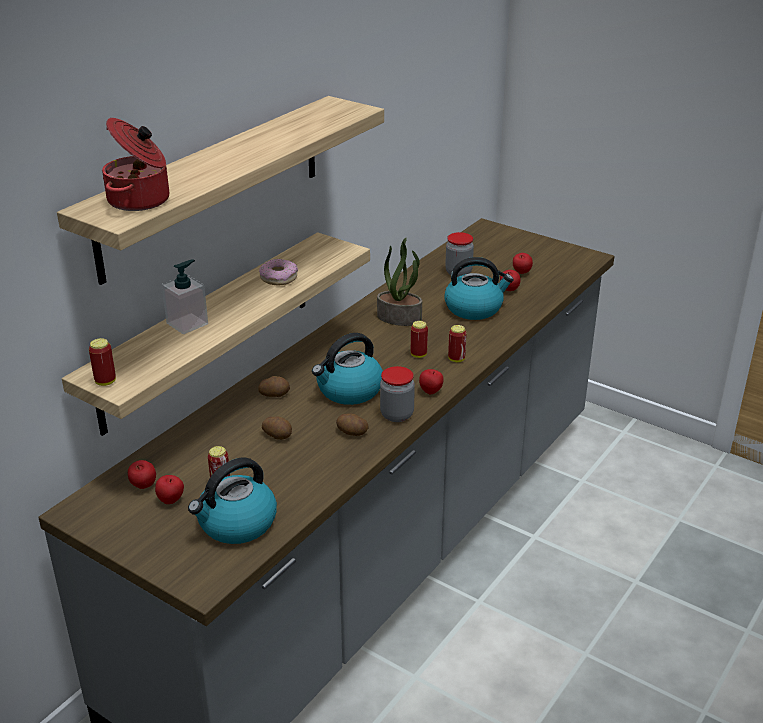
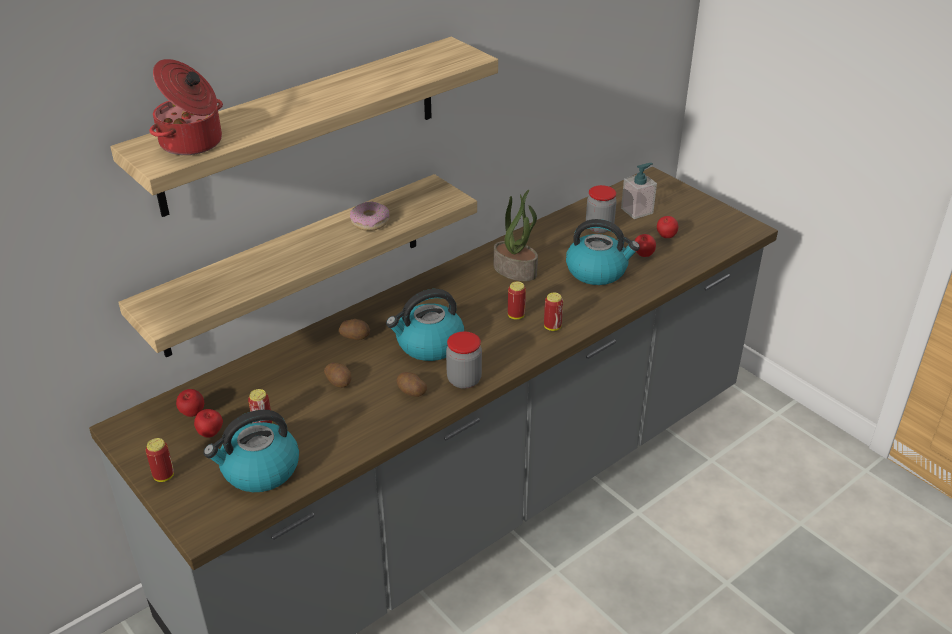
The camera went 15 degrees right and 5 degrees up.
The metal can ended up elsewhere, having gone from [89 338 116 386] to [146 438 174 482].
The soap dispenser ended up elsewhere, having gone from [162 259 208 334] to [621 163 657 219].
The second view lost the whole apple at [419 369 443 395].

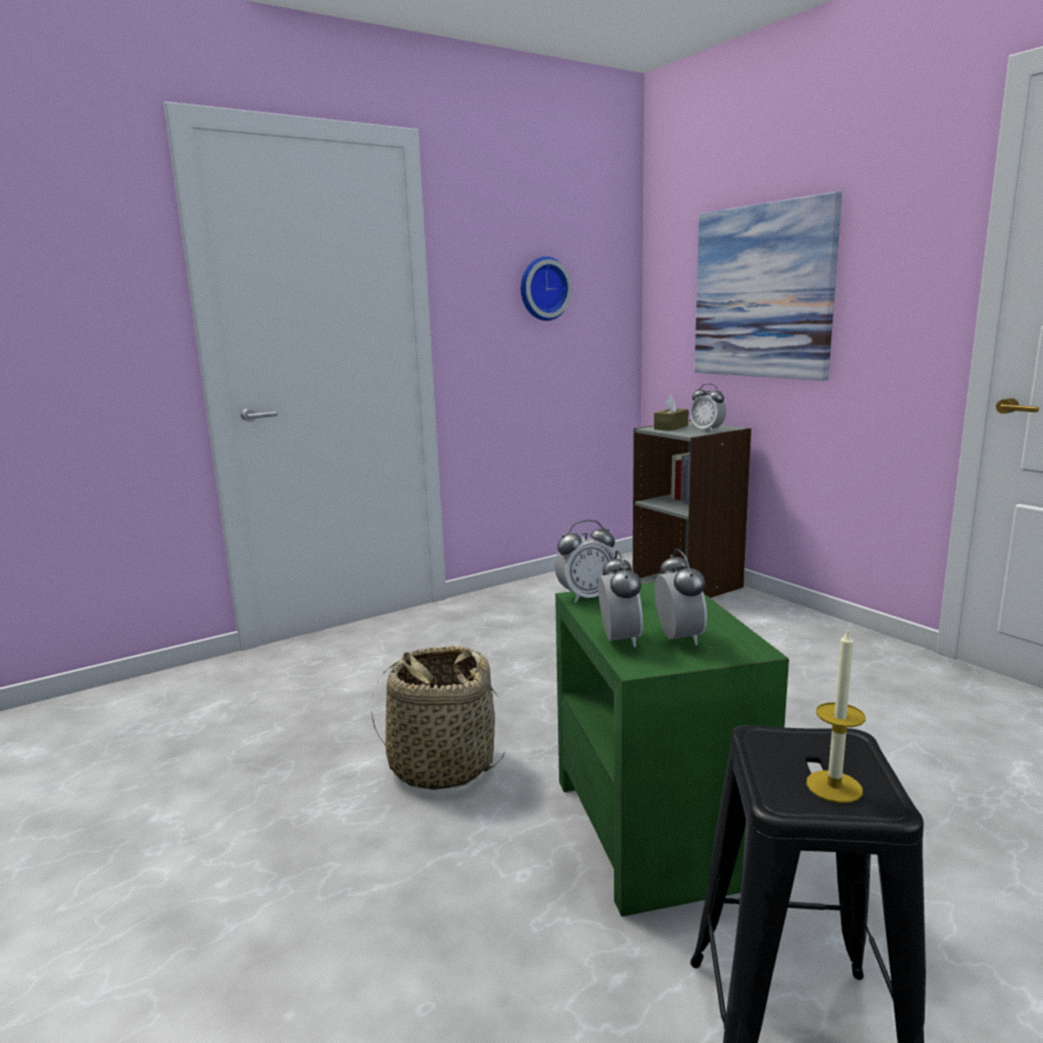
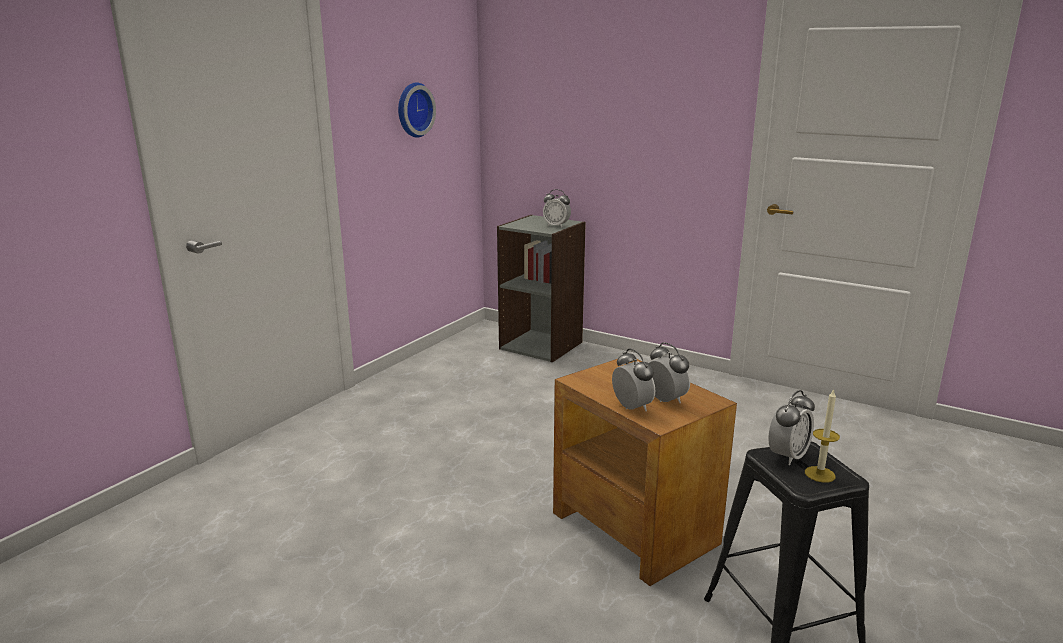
The camera went 25 degrees left and 5 degrees up.
The second view lost the basket at [371 646 505 790].
The table clock ended up elsewhere, having gone from [555 520 615 603] to [768 390 815 465].
What was the green-coloured side table at [555 583 789 917] turned into the brown side table at [553 359 737 586].
The second view lost the brown box of tissues at [654 395 689 431].
The second view lost the wall art at [694 191 842 381].

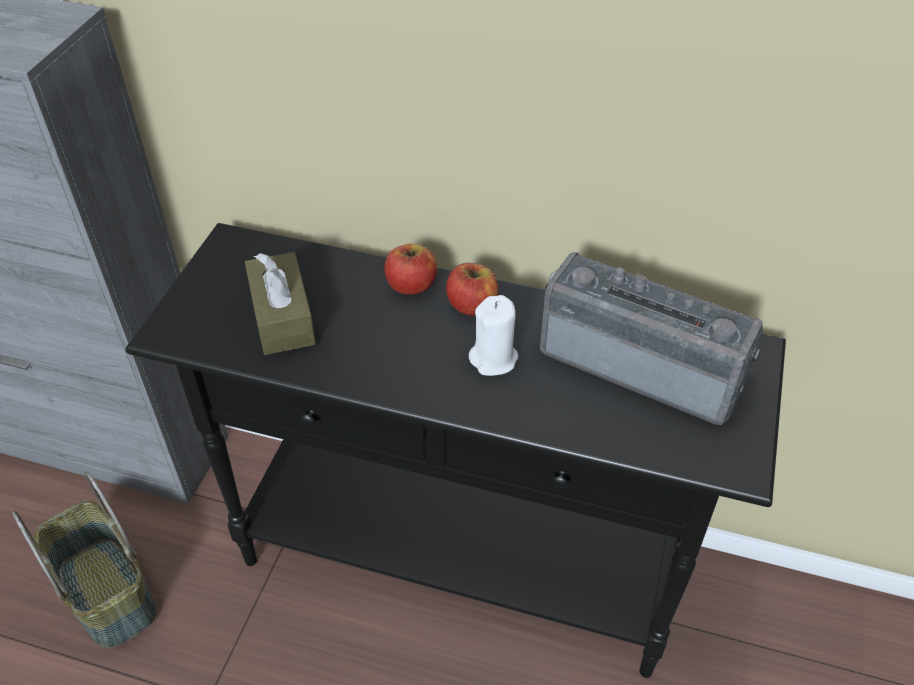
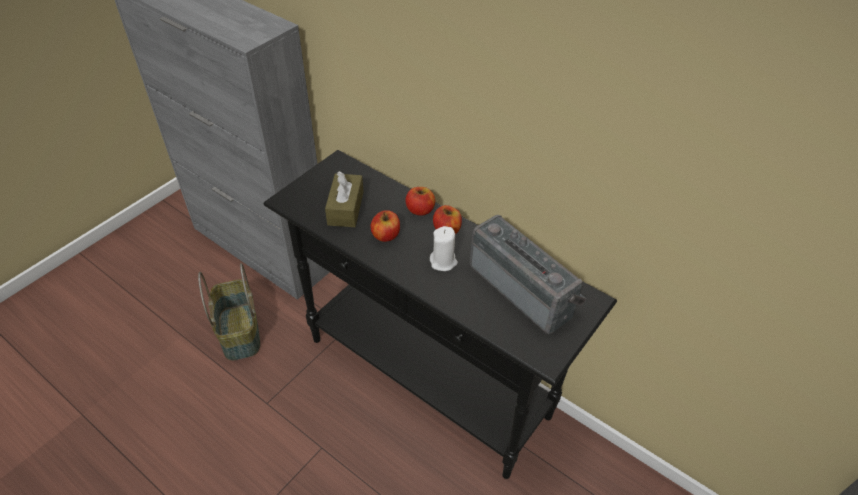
The camera went 20 degrees right and 0 degrees up.
The second view gained the whole apple at [371 210 400 242].

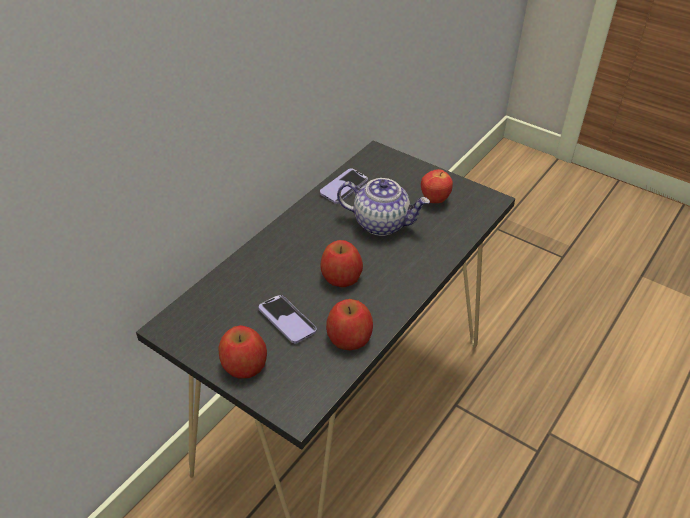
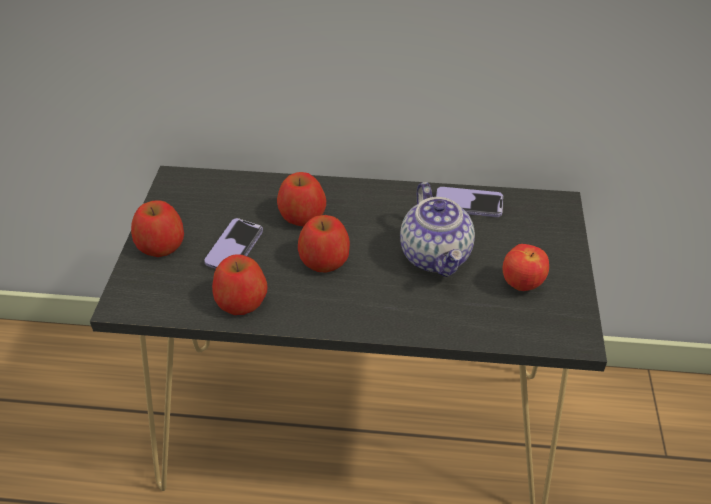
The camera went 60 degrees right and 0 degrees up.
The second view gained the whole apple at [277 172 326 226].

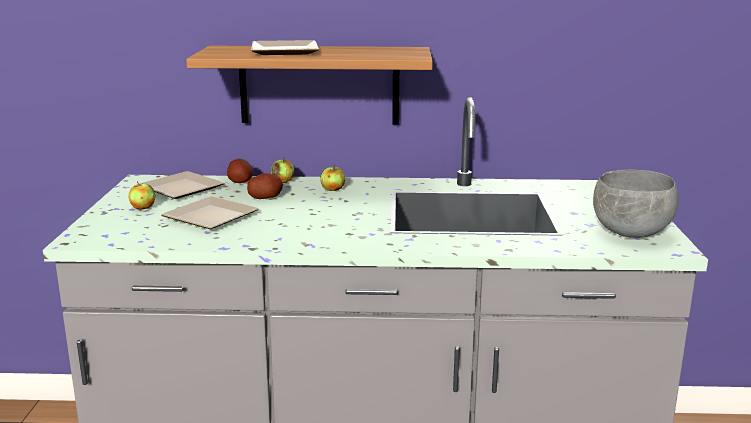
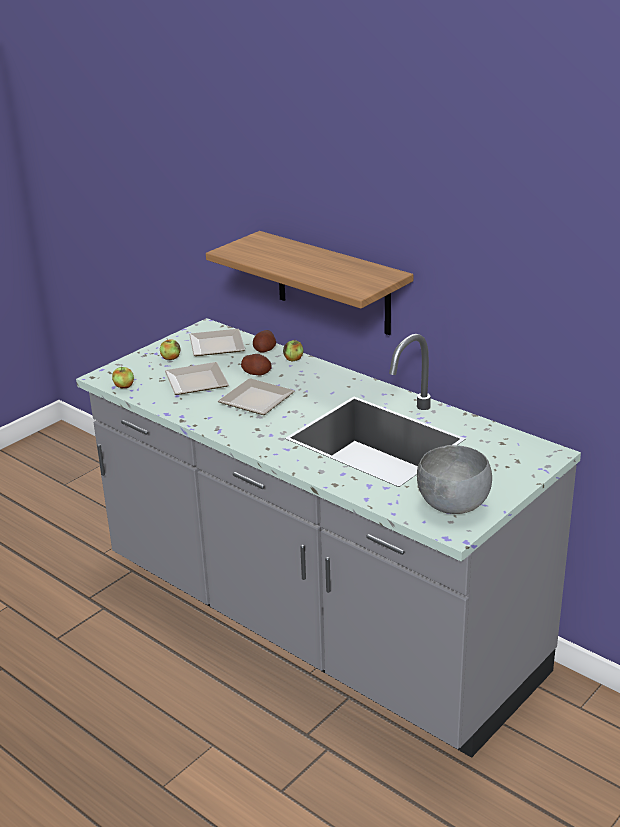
The camera went 40 degrees right and 10 degrees up.
The dinner plate ended up elsewhere, having gone from [251 40 319 55] to [218 378 295 415].
The whole apple ended up elsewhere, having gone from [320 164 345 191] to [112 367 134 389].

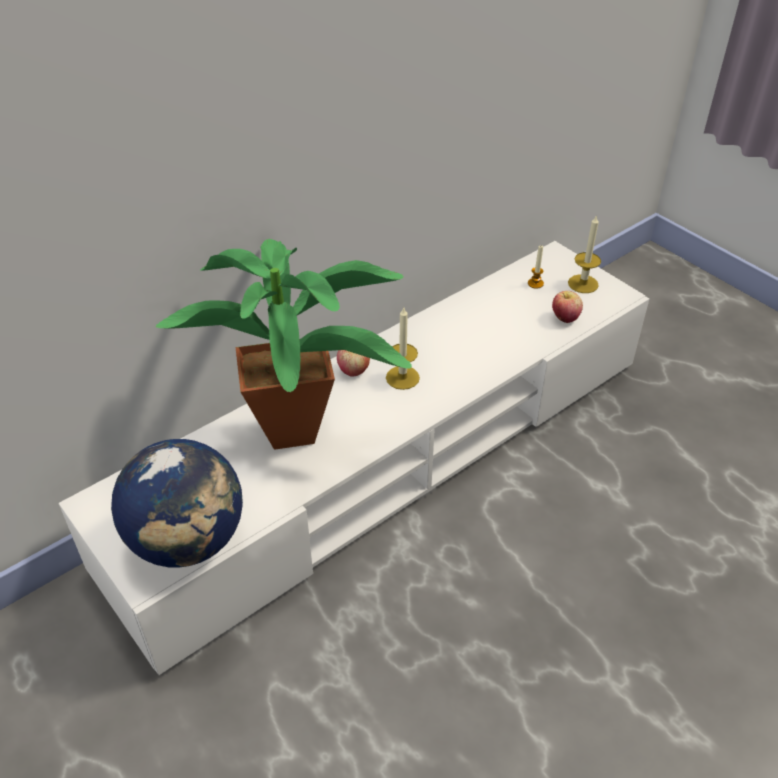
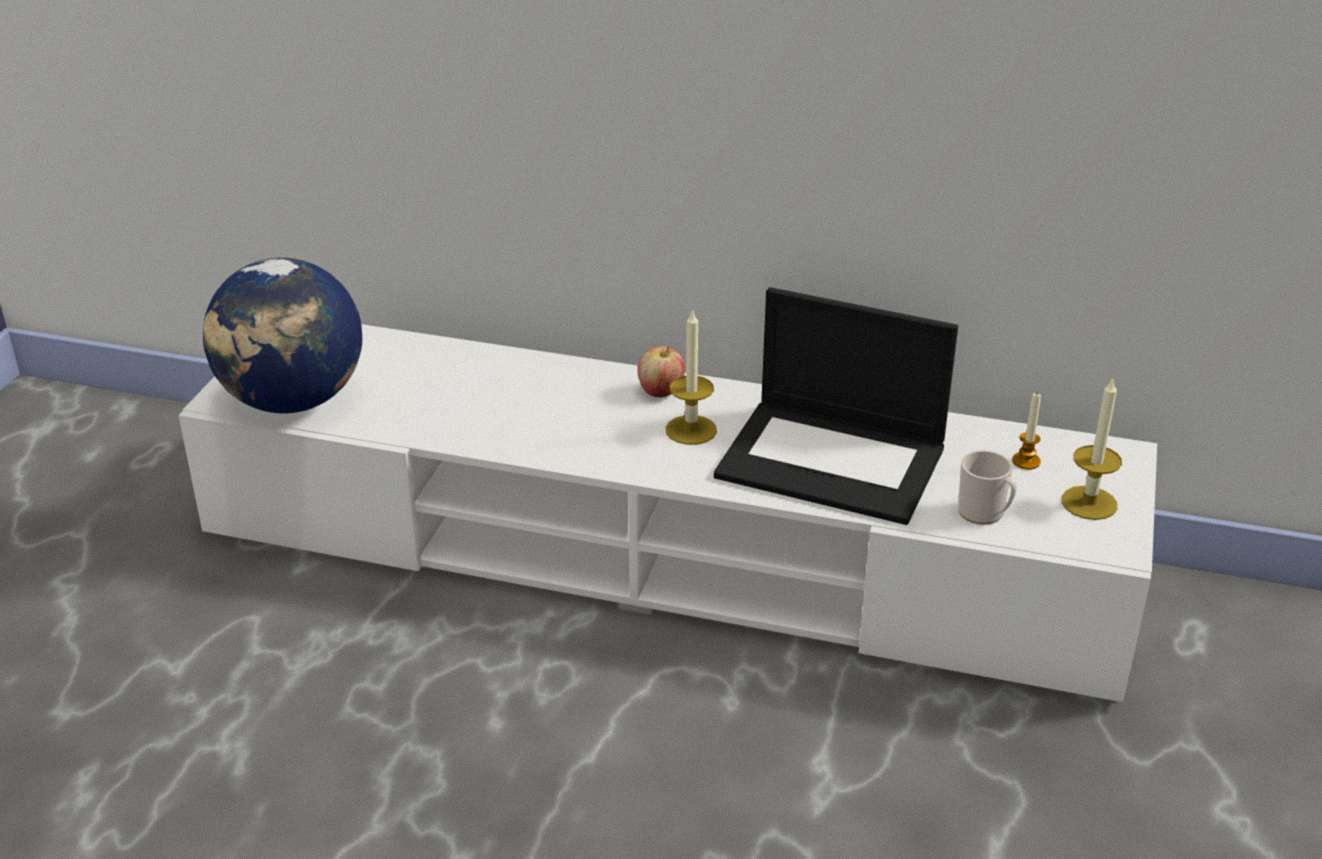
The camera went 55 degrees right and 10 degrees down.
The second view lost the potted plant at [155 239 412 450].
Where the whole apple stood at [552 291 583 323], the coffee mug came to stand at [958 450 1017 525].
The second view gained the laptop at [714 287 958 525].

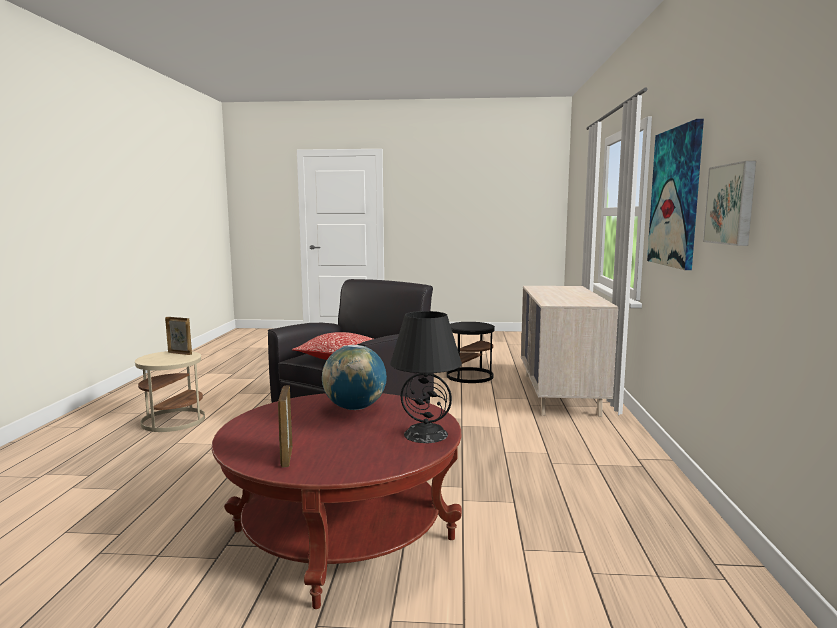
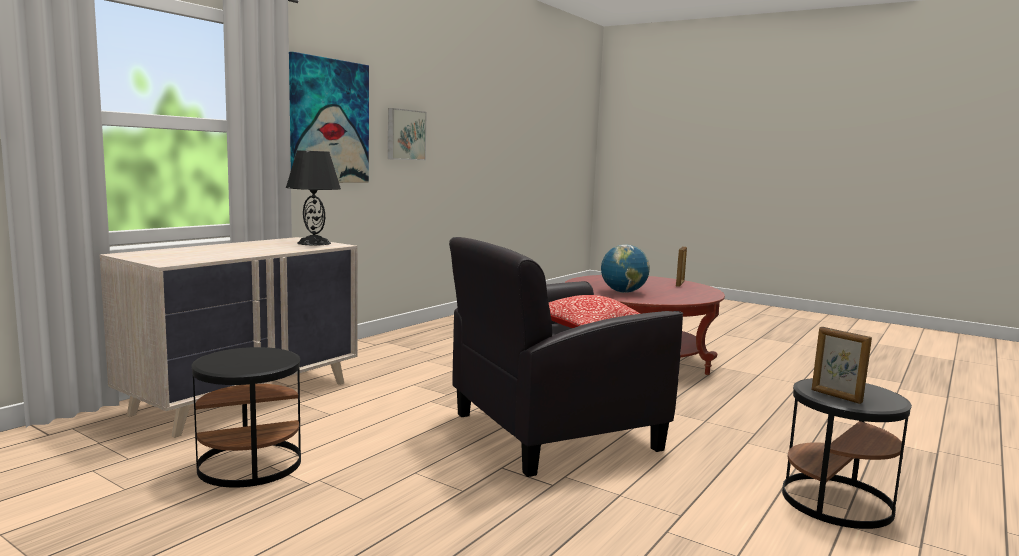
The camera went 150 degrees left and 0 degrees up.
What was the beige-coloured side table at [135 351 205 432] turned into the black side table at [782 378 912 529].
The black table lamp ended up elsewhere, having gone from [390 311 462 443] to [286 150 341 245].

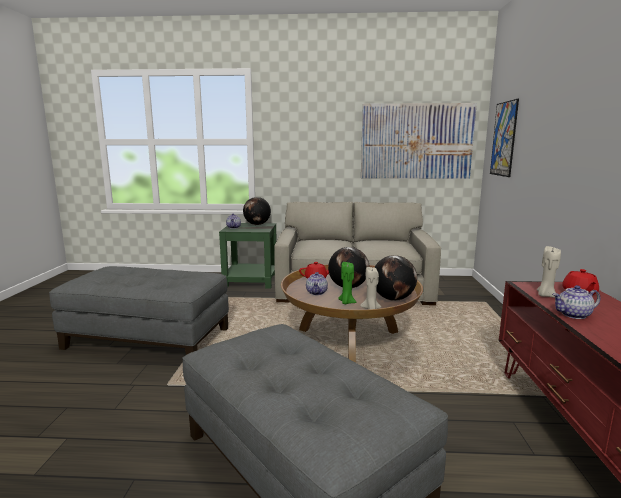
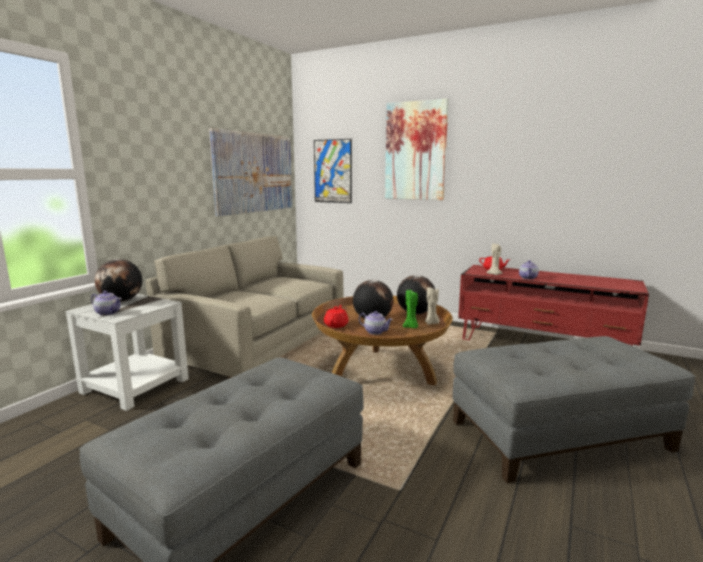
The camera went 65 degrees left and 0 degrees up.
What was the green-coloured side table at [219 223 277 289] turned into the white side table at [65 294 189 411].
The second view gained the wall art at [385 99 449 200].

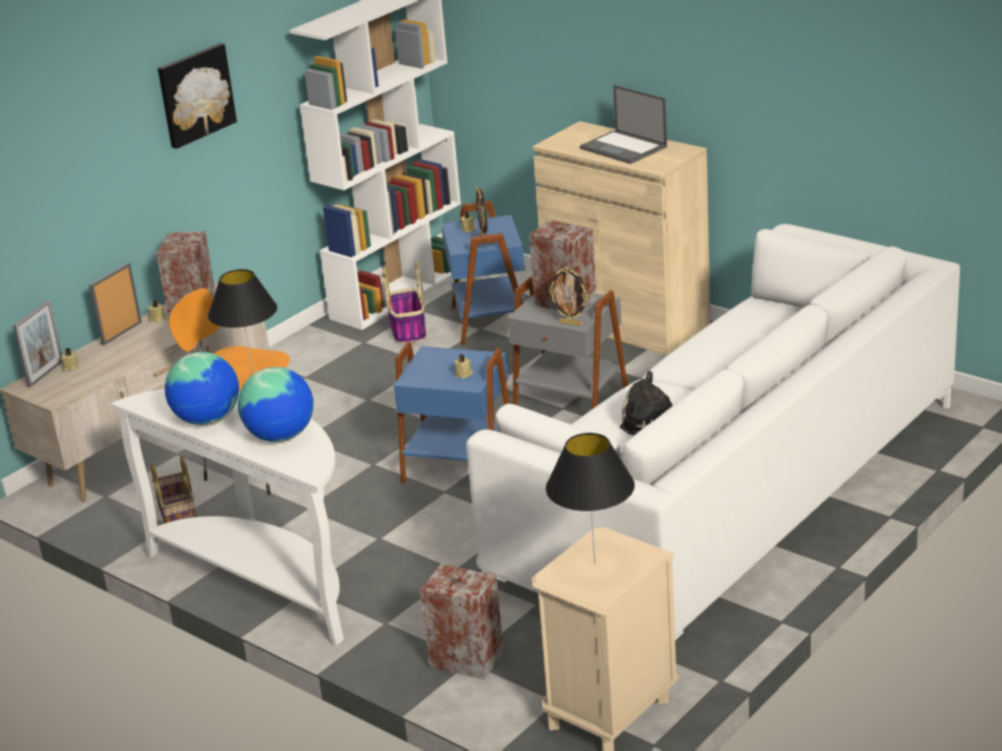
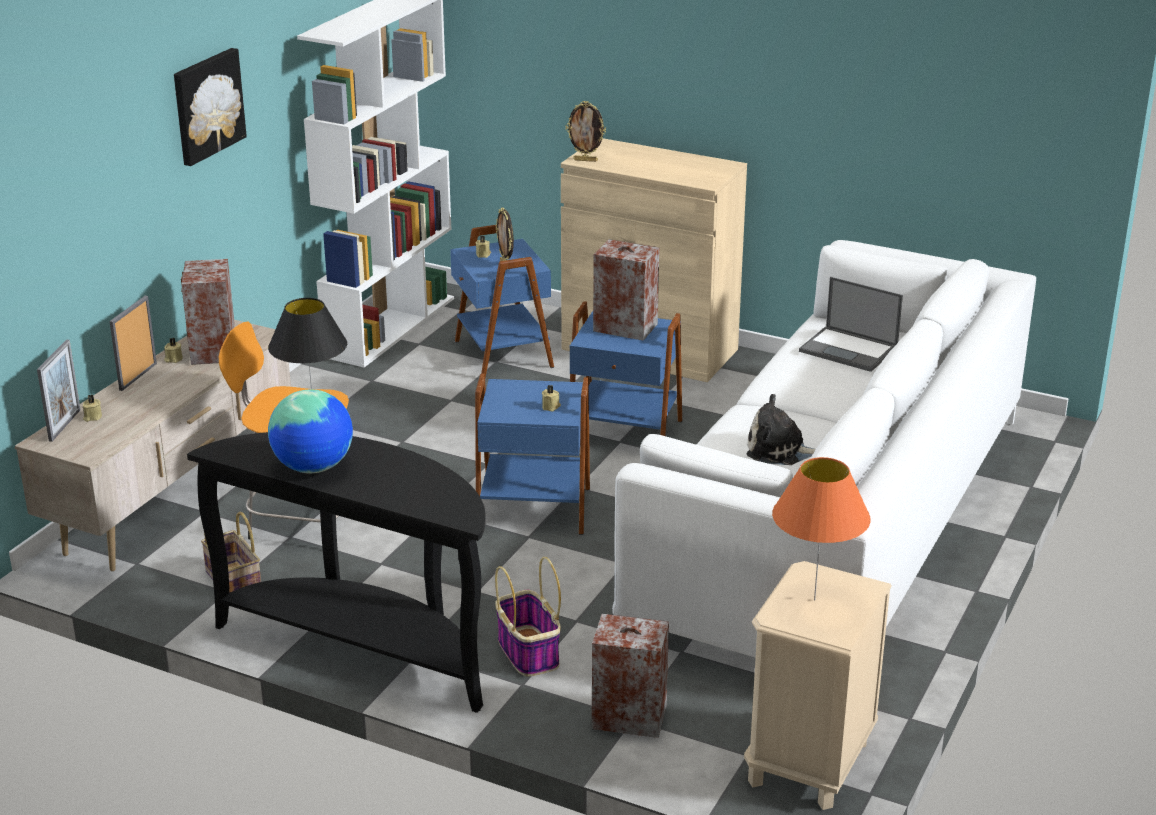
The camera went 15 degrees left and 0 degrees up.
What was the white console table at [111 389 344 645] turned into the black console table at [187 432 486 713].
The second view lost the world globe at [238 367 314 442].
The basket ended up elsewhere, having gone from [383 261 426 344] to [495 557 561 676].
What was the grey side table at [507 277 628 409] turned into the bluish side table at [570 301 682 436].
What was the black table lamp at [546 433 635 563] turned into the orange-coloured table lamp at [772 457 871 601].
The photo frame ended up elsewhere, having gone from [549 267 589 326] to [565 101 606 162].
The laptop ended up elsewhere, having gone from [580 85 667 164] to [799 277 903 372].

